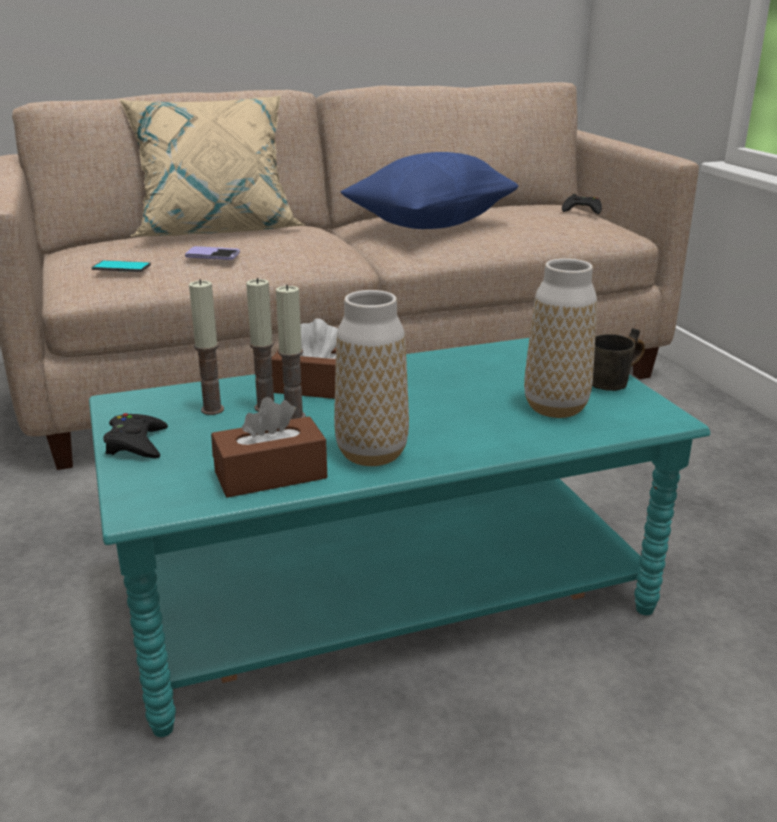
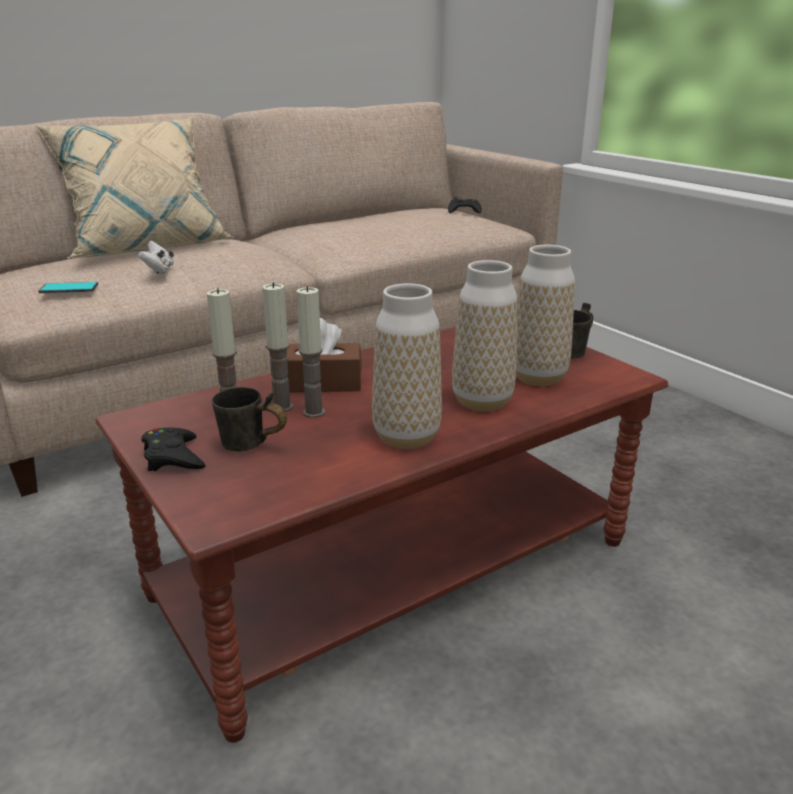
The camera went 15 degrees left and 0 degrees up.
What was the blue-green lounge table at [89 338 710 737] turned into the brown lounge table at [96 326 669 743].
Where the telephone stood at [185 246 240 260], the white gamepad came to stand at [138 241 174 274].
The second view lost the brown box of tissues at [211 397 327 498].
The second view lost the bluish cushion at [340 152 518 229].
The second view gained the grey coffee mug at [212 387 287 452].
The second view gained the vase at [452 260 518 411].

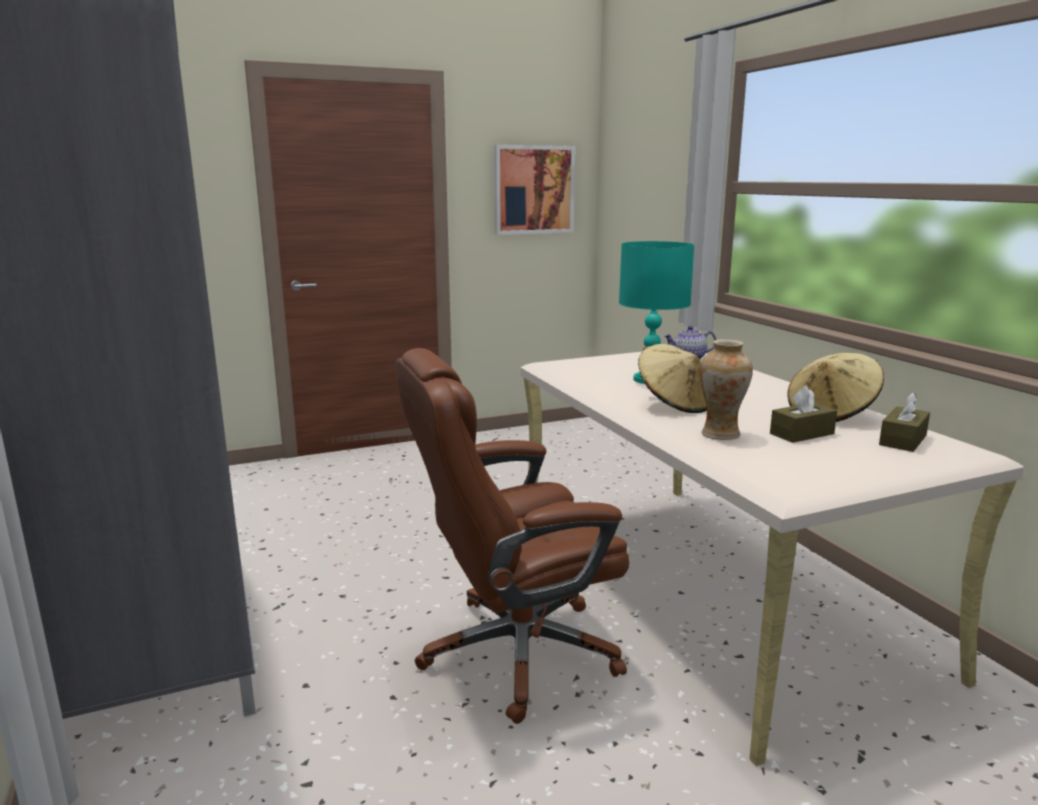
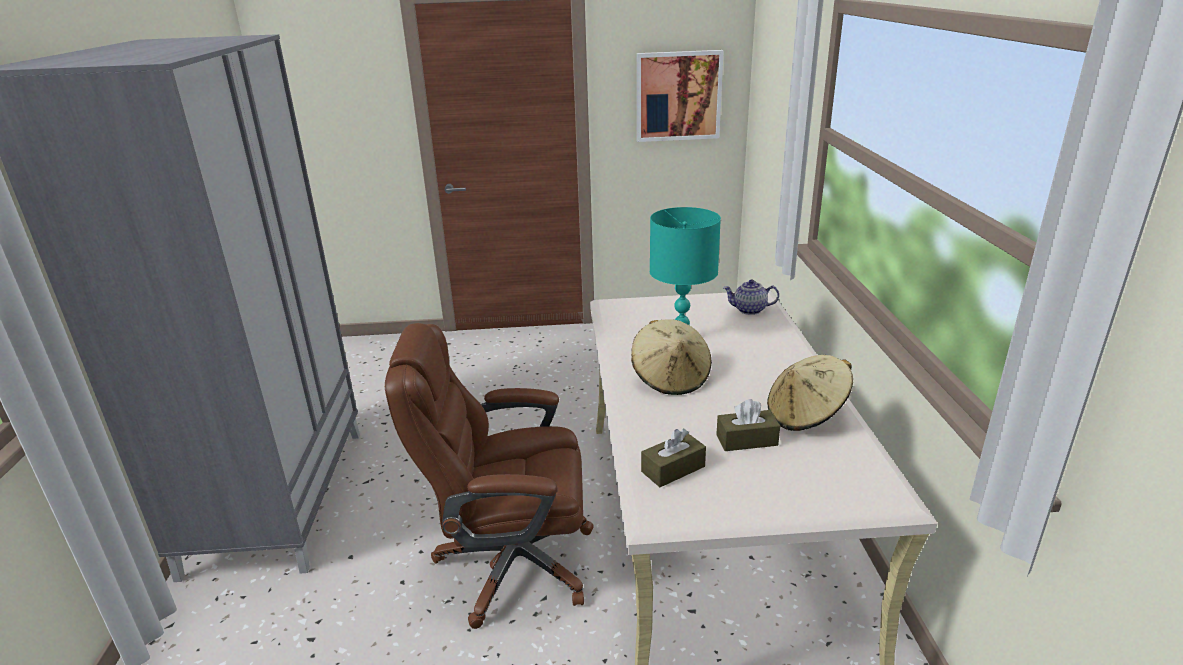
The camera went 20 degrees right and 10 degrees up.
The second view lost the vase at [699 339 753 440].
The brown box of tissues ended up elsewhere, having gone from [879 392 930 452] to [641 428 706 487].

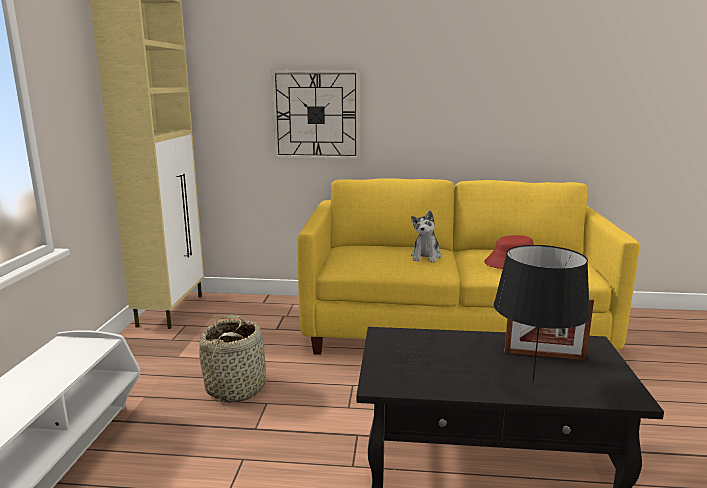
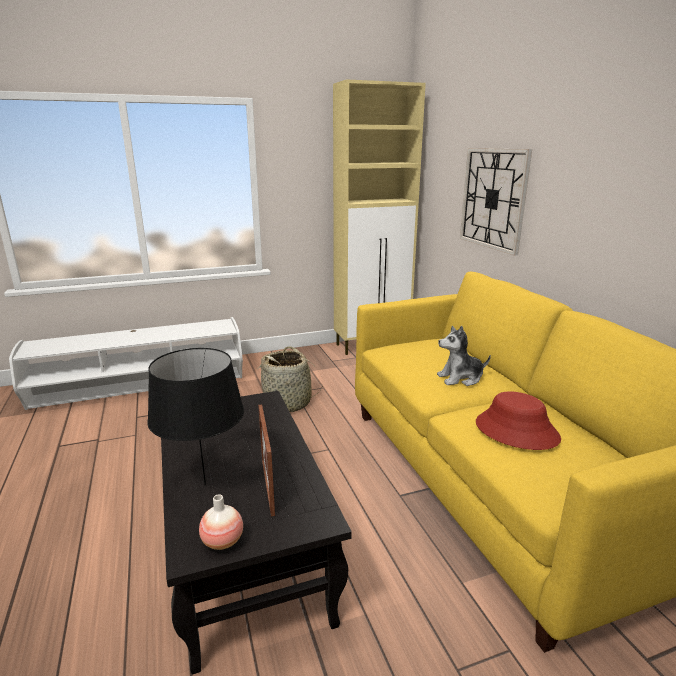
The camera went 65 degrees right and 5 degrees up.
The second view gained the vase at [199 494 243 550].

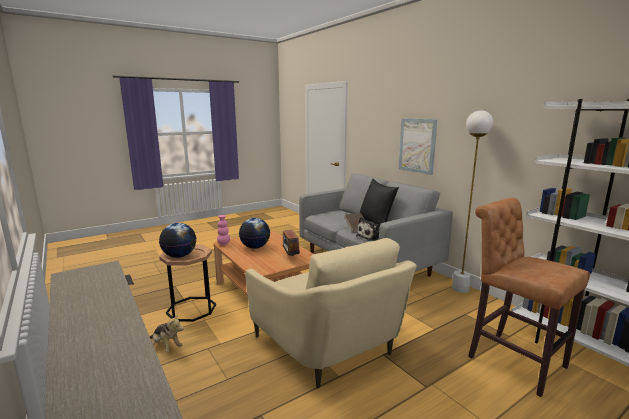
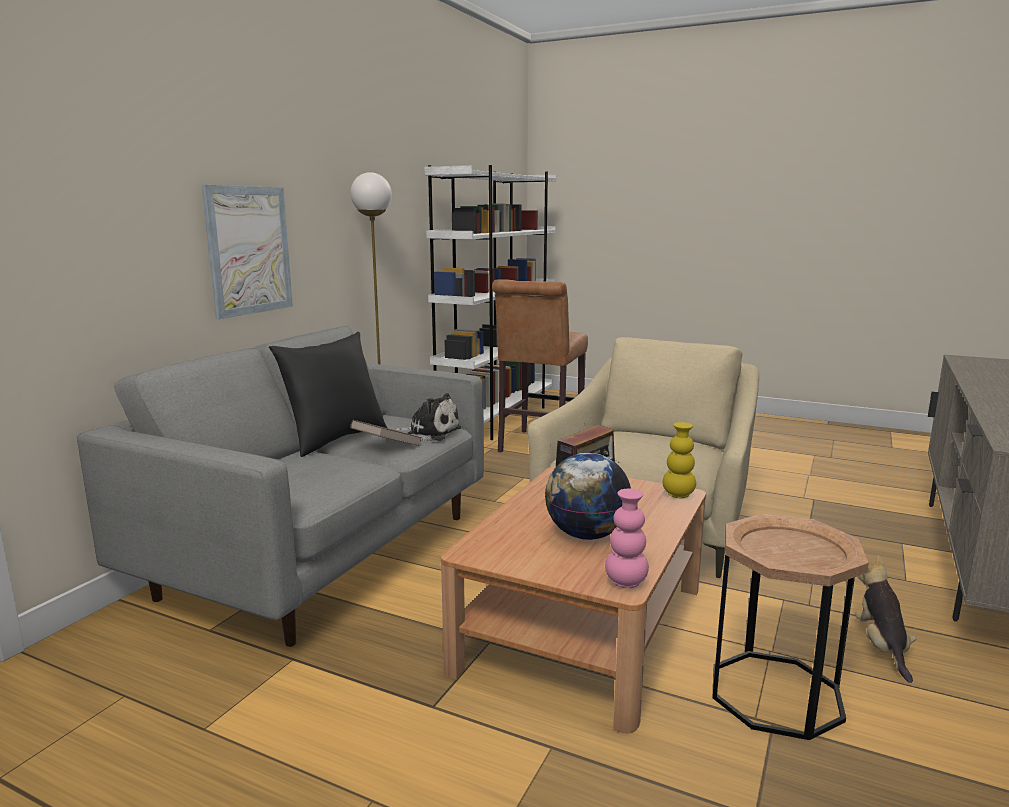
The camera went 120 degrees left and 0 degrees up.
The second view lost the world globe at [159 223 196 258].
The second view gained the yellowish vase at [663 422 696 498].

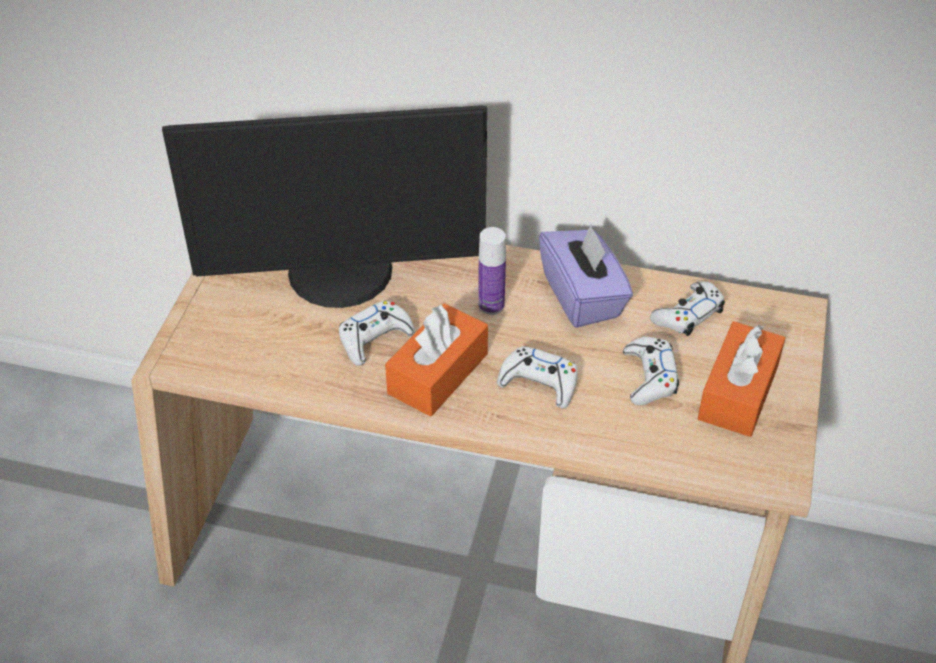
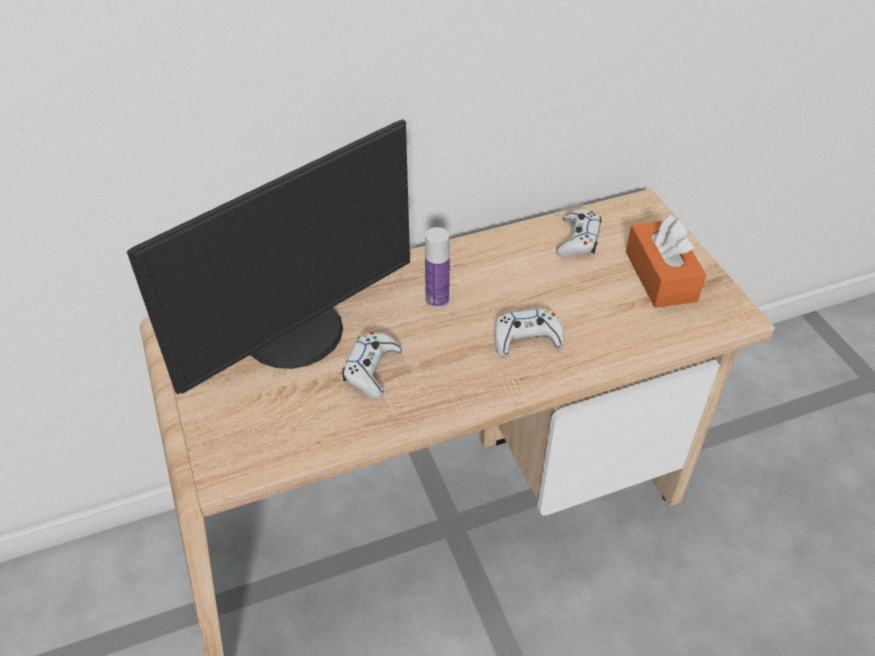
The camera went 35 degrees left and 0 degrees up.
The second view lost the orange-coloured box of tissues at [385 303 488 416].
The second view lost the purple box of tissues at [539 223 633 328].
The second view lost the white gamepad at [623 337 679 405].

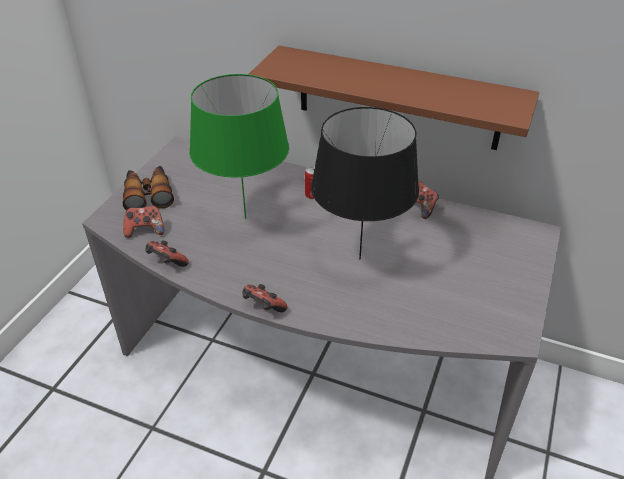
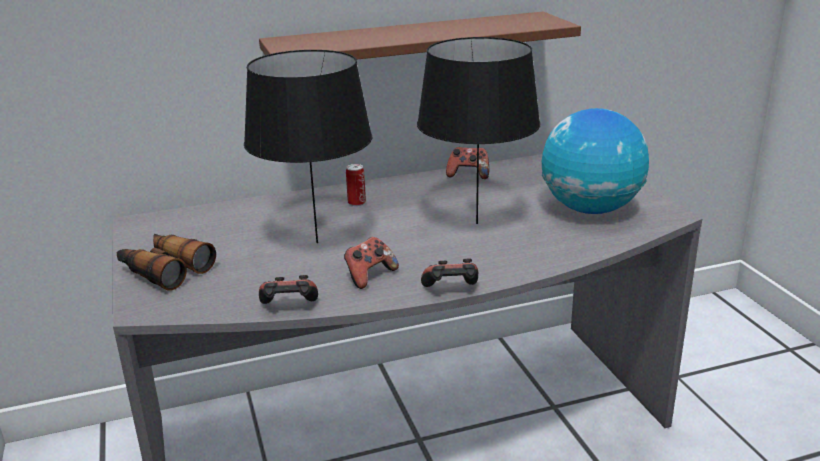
The camera went 40 degrees left and 15 degrees down.
The gamepad ended up elsewhere, having gone from [123 206 164 238] to [344 237 399 289].
What was the green-coloured table lamp at [189 74 289 219] turned into the black table lamp at [244 50 372 243].
The second view gained the world globe at [542 108 649 214].

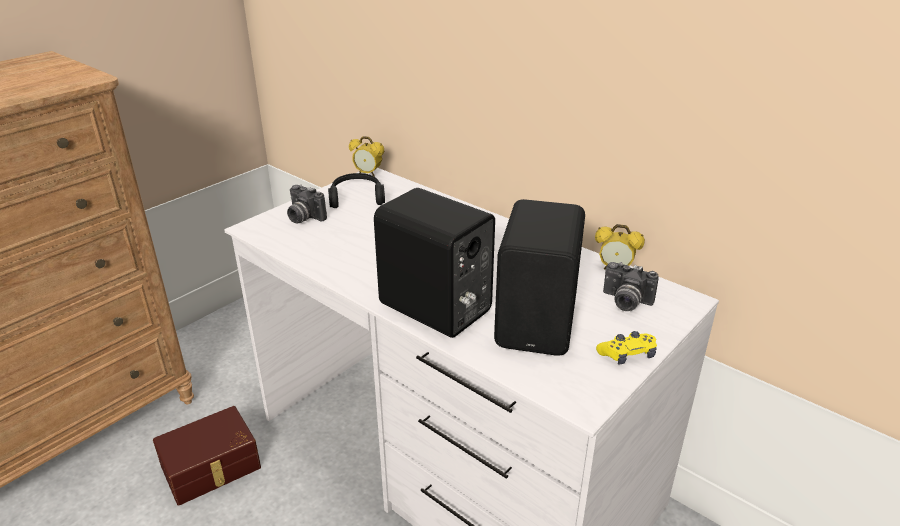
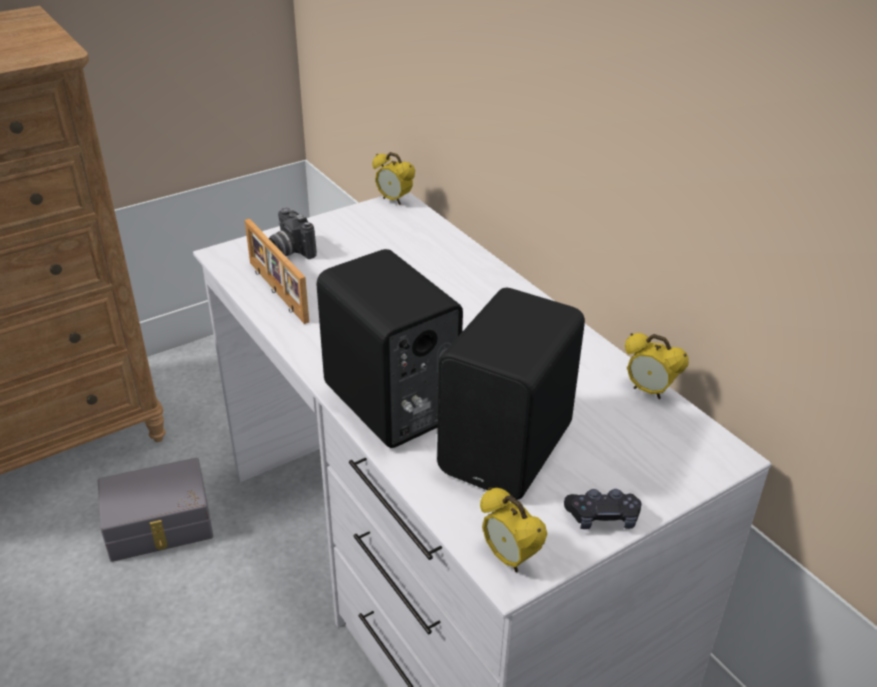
The camera went 15 degrees right and 5 degrees up.
What was the brown storage bin at [153 406 261 506] turned into the grey storage bin at [98 458 213 562].
The second view lost the black headphones at [328 173 385 208].
What was the yellowish gamepad at [596 331 657 364] turned into the black gamepad at [564 489 642 529].
The second view lost the photo camera at [603 262 659 311].
The second view gained the photo frame at [245 219 309 324].
The second view gained the table clock at [480 487 547 572].

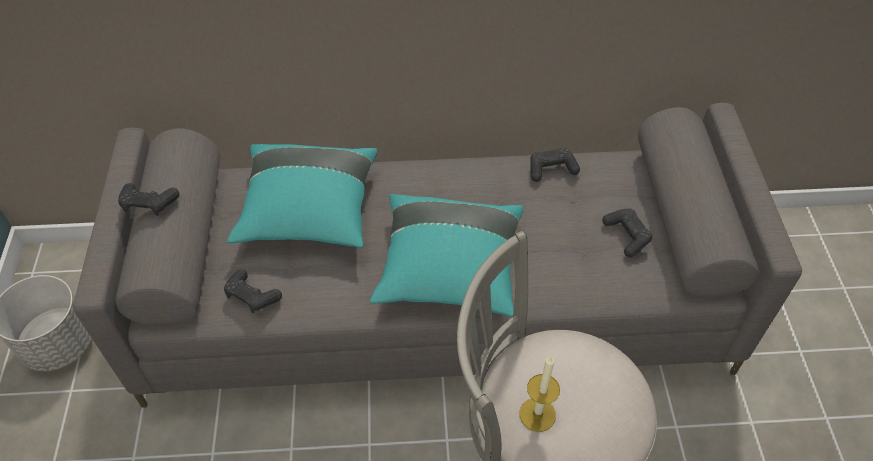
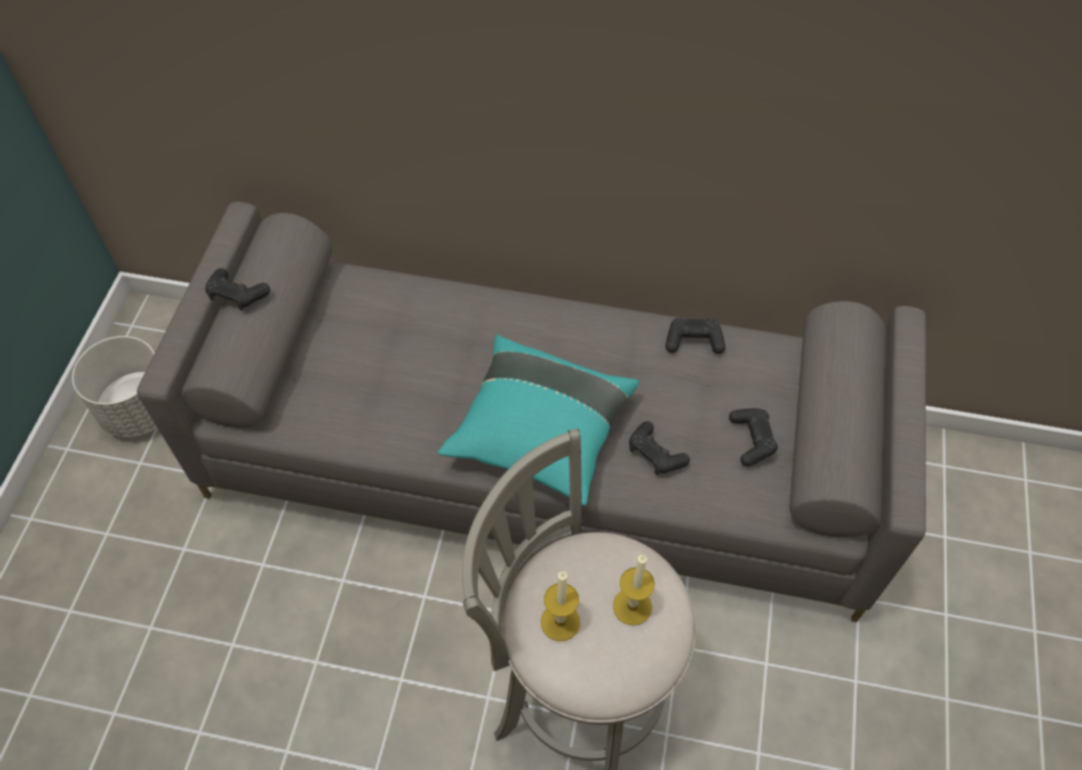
The camera went 15 degrees right and 5 degrees up.
The black gamepad ended up elsewhere, having gone from [224 269 282 313] to [629 421 690 475].
The second view lost the blue-green cushion at [227 144 377 248].
The second view gained the wax candle at [613 554 655 626].

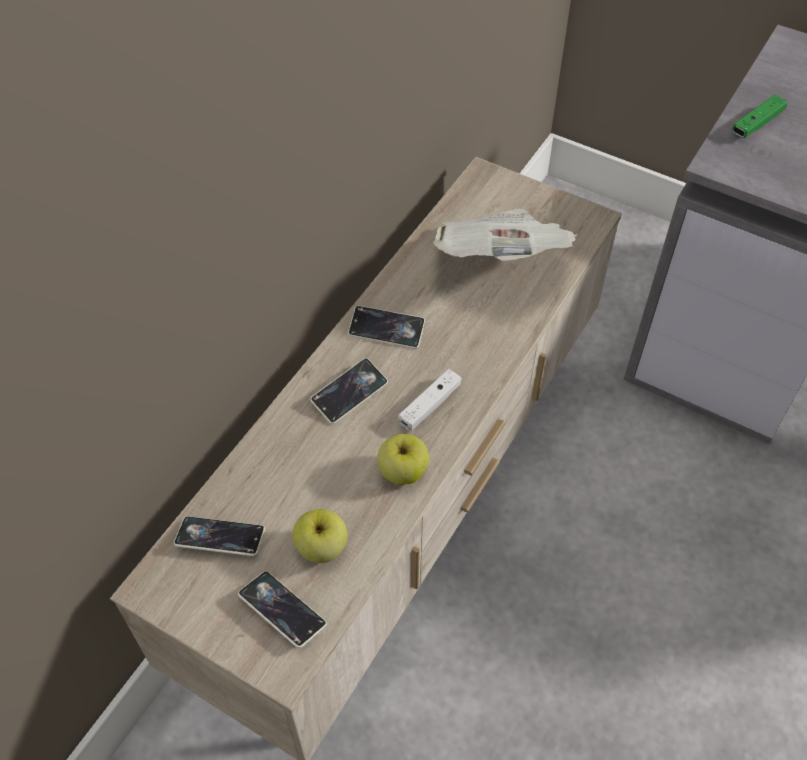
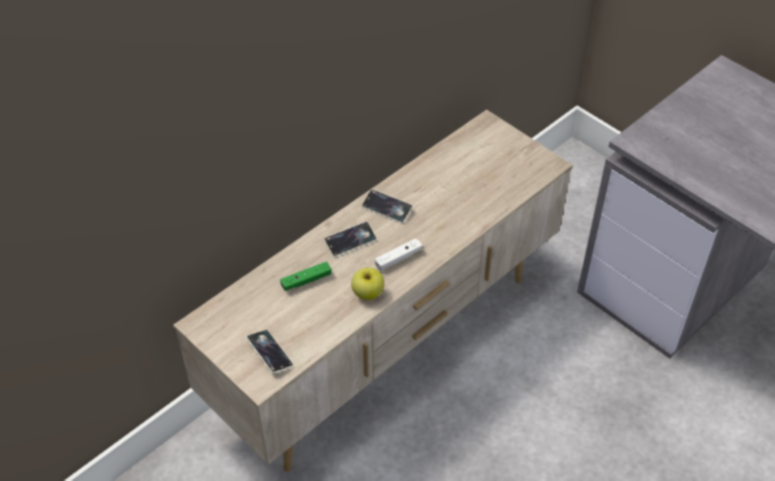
The camera went 15 degrees right and 5 degrees down.
The second view lost the telephone at [174 516 265 556].
The second view lost the whole apple at [292 509 348 563].
The second view lost the printed paper at [433 209 577 261].
The green-coloured gamepad ended up elsewhere, having gone from [732 95 788 138] to [280 262 331 291].

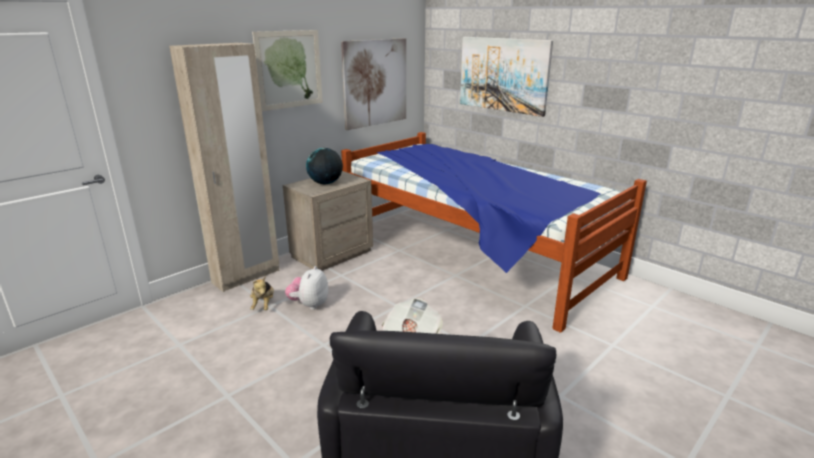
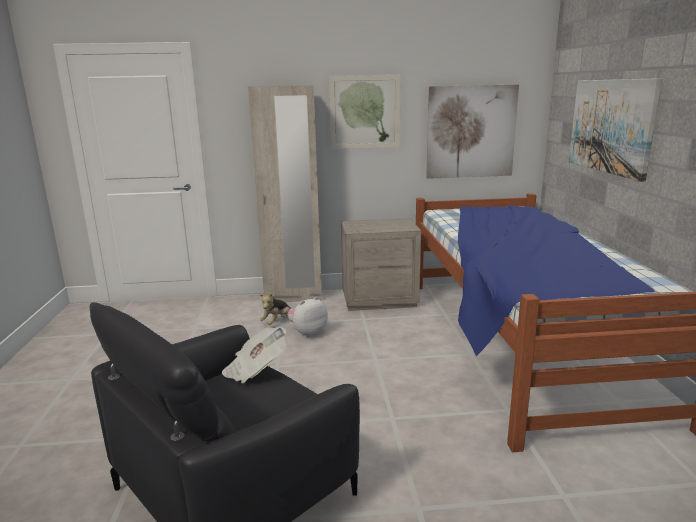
The camera went 40 degrees right and 5 degrees down.
The second view lost the world globe at [306 148 343 184].

